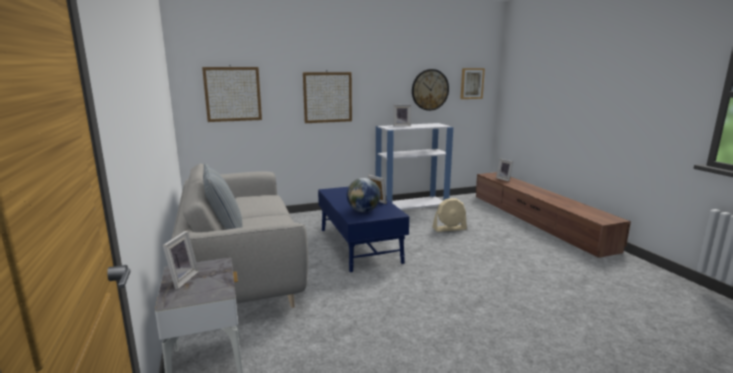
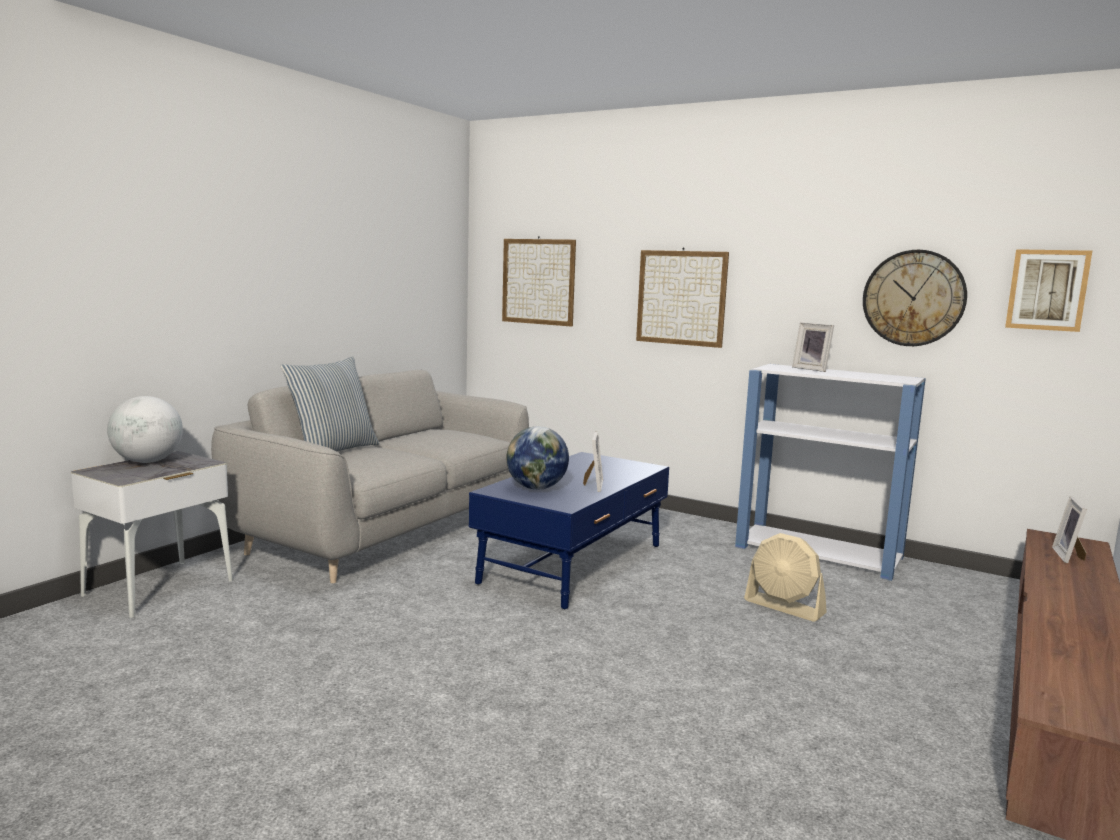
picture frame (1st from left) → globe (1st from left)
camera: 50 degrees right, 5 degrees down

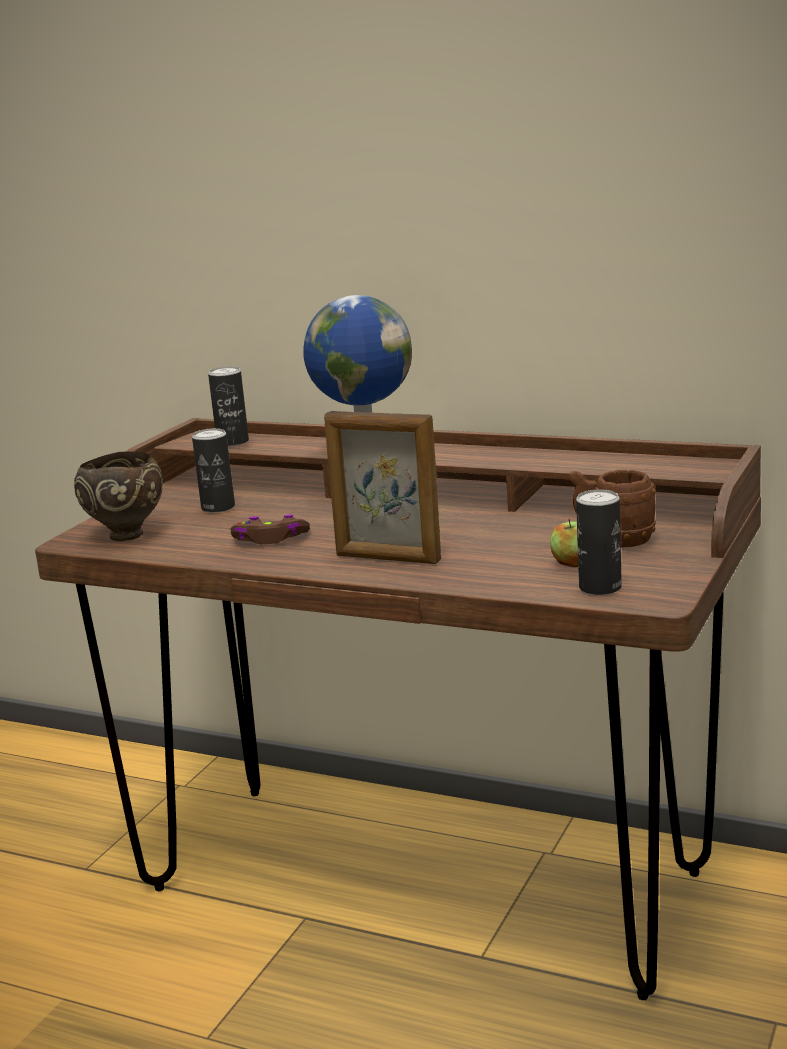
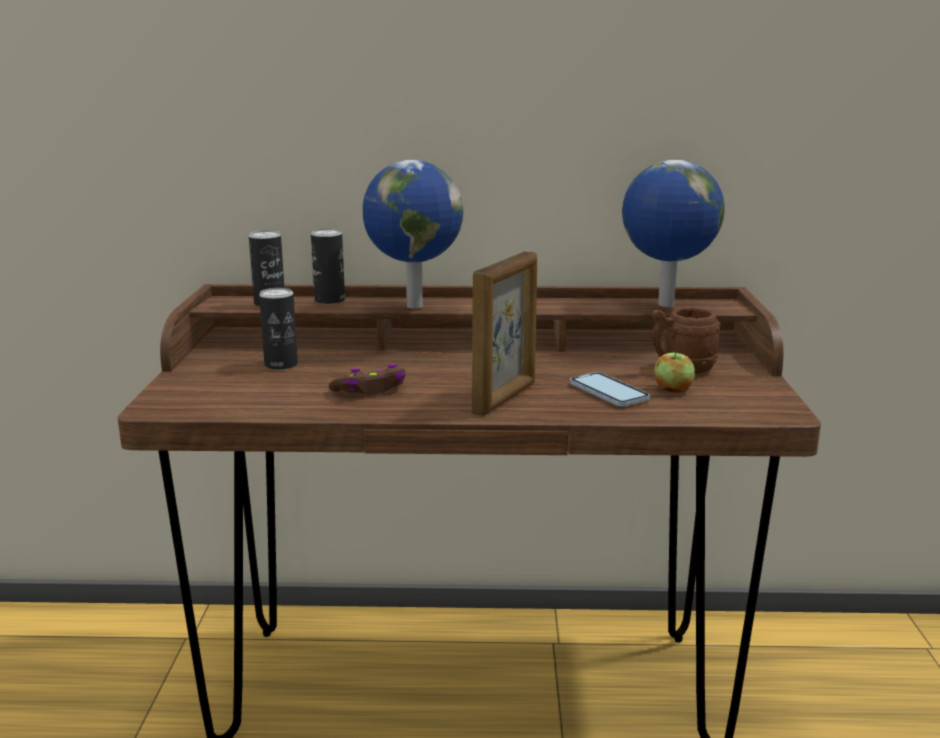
bowl (brown) → -
picture frame, 60 degrees counterclockwise
can (3rd from left), move
- → phone
- → globe (2nd from left)
camera: 25 degrees left, 0 degrees up

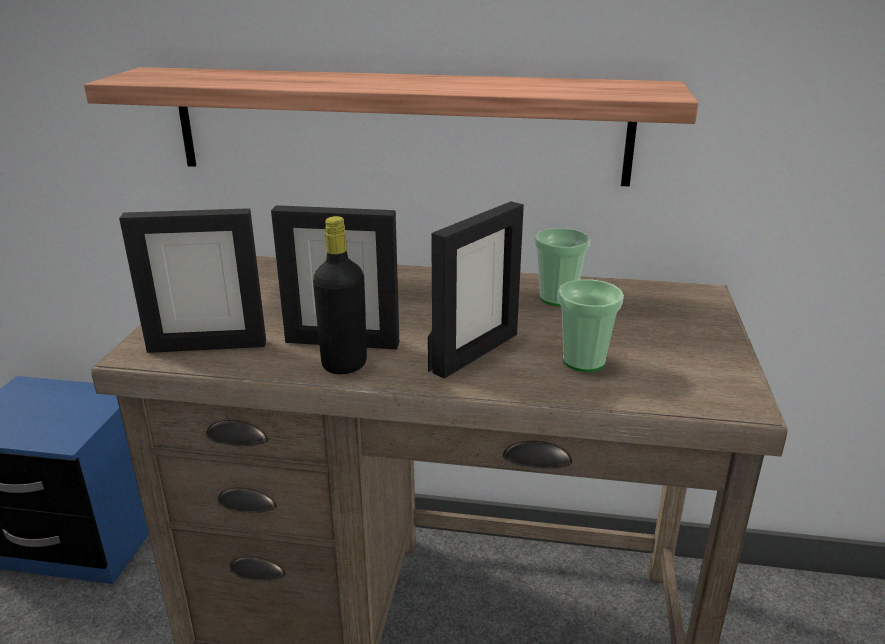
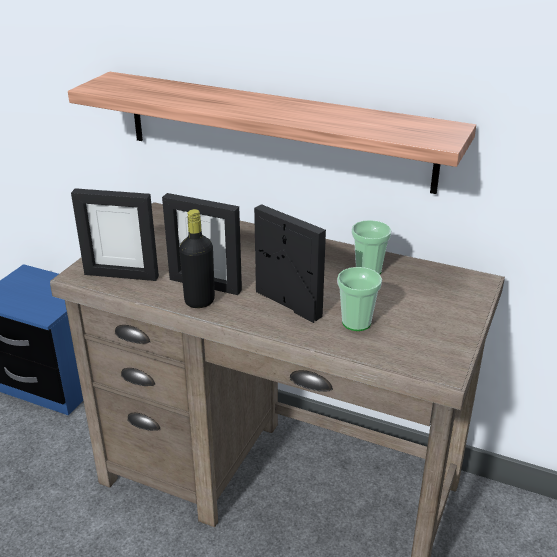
picture frame (3rd from left), 105 degrees counterclockwise
camera: 15 degrees right, 5 degrees up

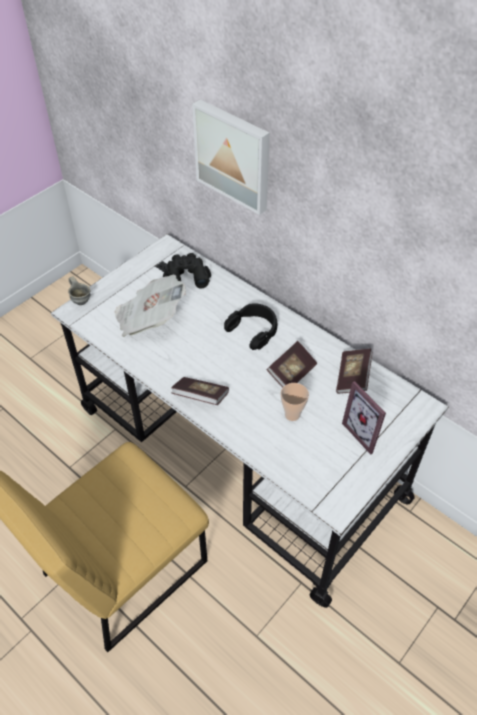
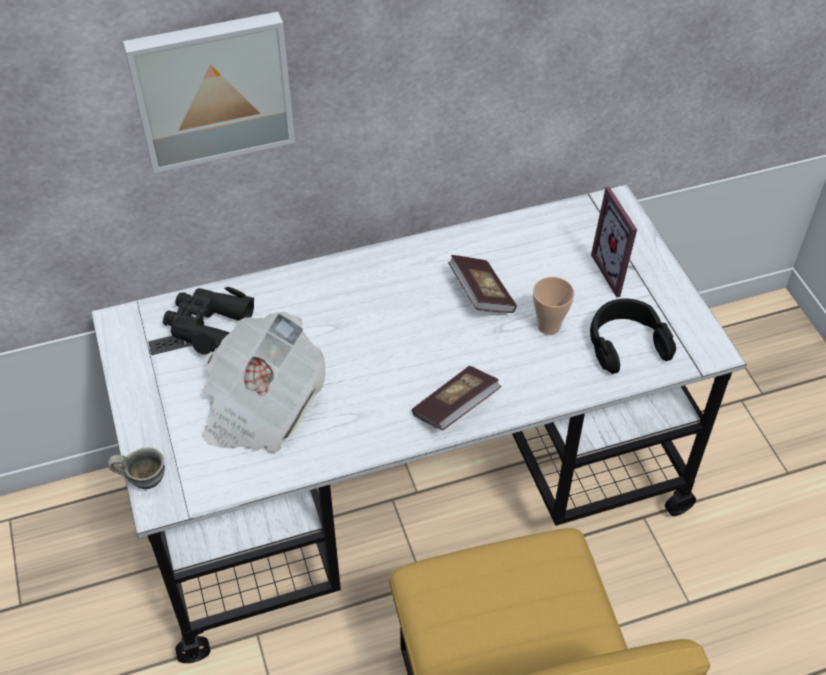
headphones (black), move
book (3rd from left) → -
picture frame, 75 degrees clockwise
camera: 60 degrees left, 0 degrees up

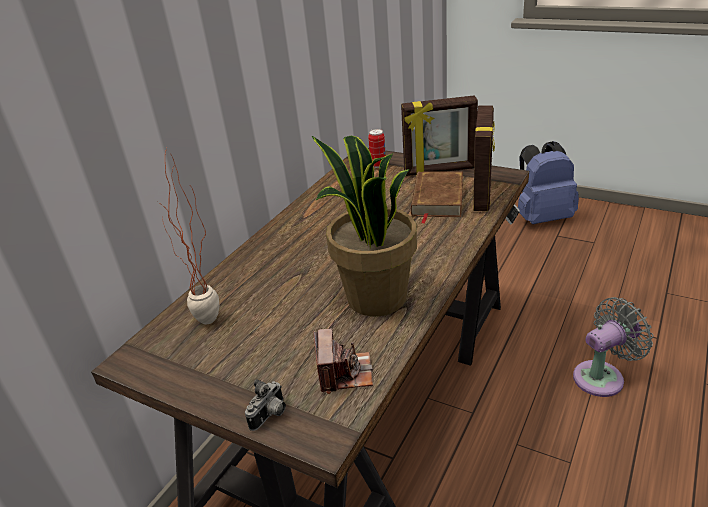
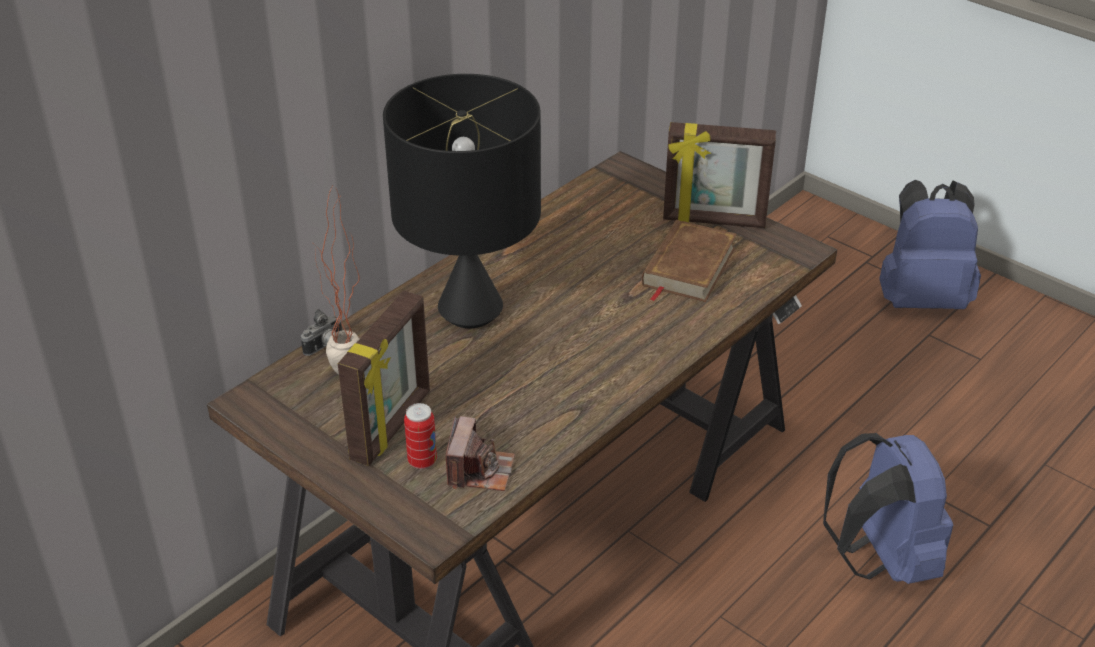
photo camera (1st from left), move
potted plant (2nd from left) → -
can, move
picture frame (2nd from left in the first image) → picture frame (1st from left), move
fan (grey) → backpack (blue) (1st from left)
- → table lamp (black)
camera: 10 degrees right, 5 degrees up

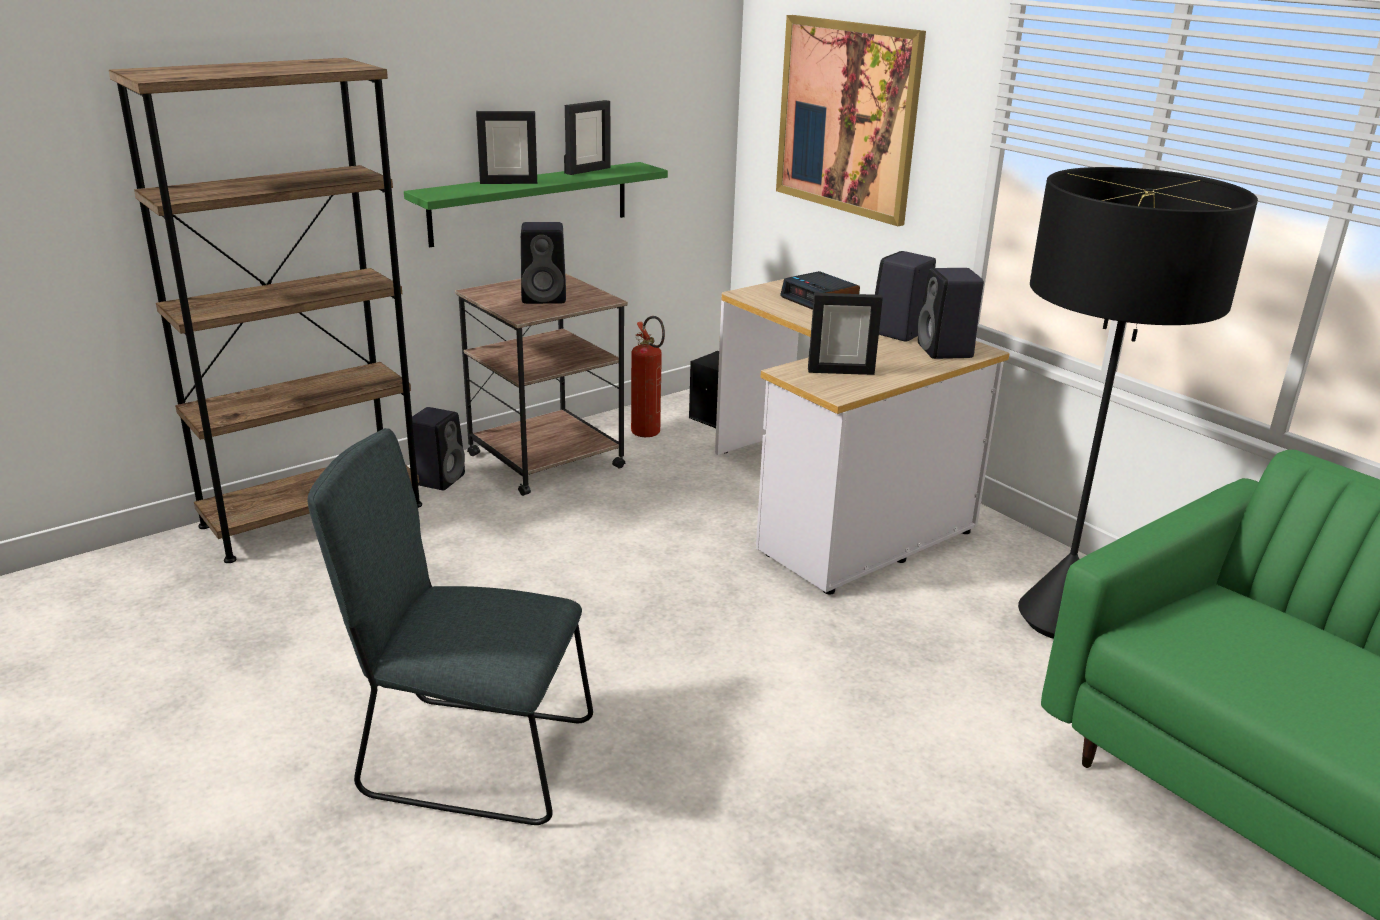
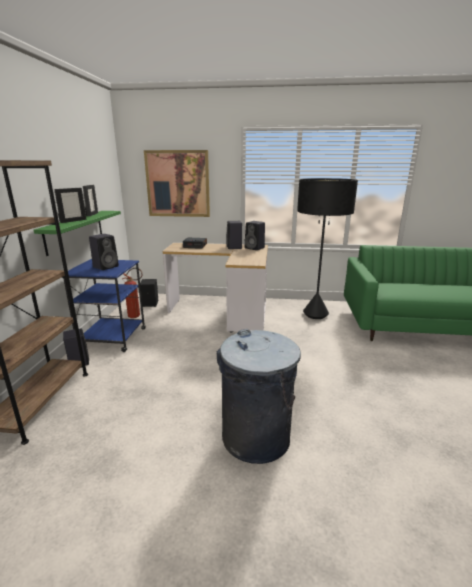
chair (grey) → trash can (grey)
cart (brown) → cart (blue)
picture frame (3rd from left) → -
camera: 45 degrees left, 5 degrees down

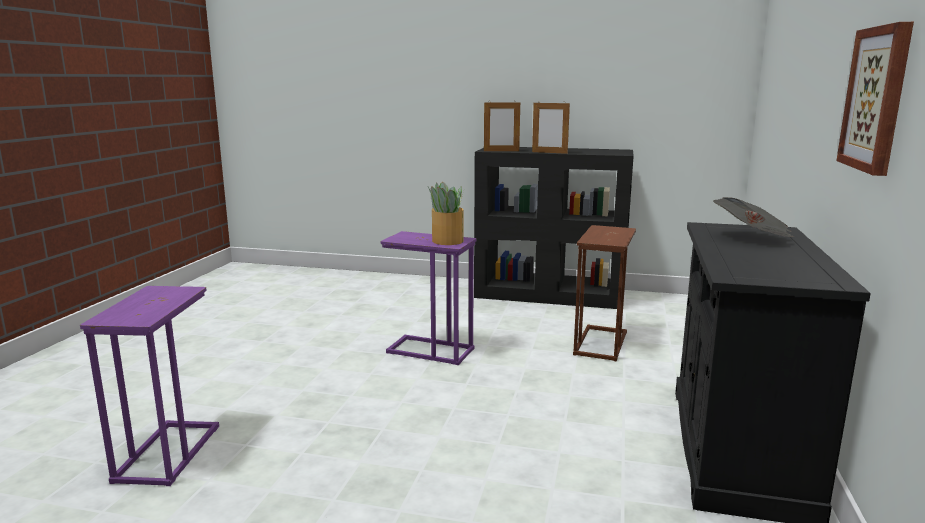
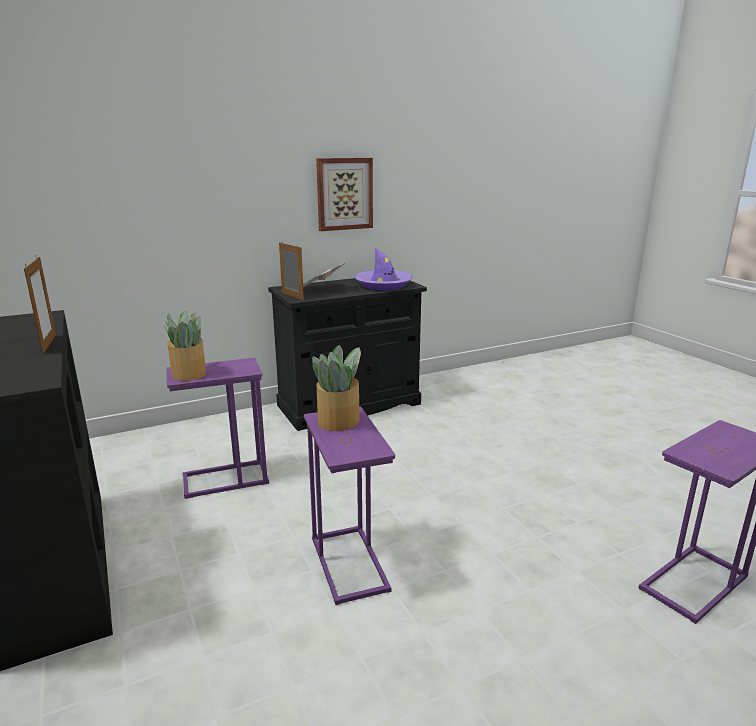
picture frame (1st from left in the first image) → picture frame (2nd from left), move
side table (brown) → side table (purple) (1st from left)
- → potted plant (1st from left)
- → hat (purple)
camera: 130 degrees left, 5 degrees up

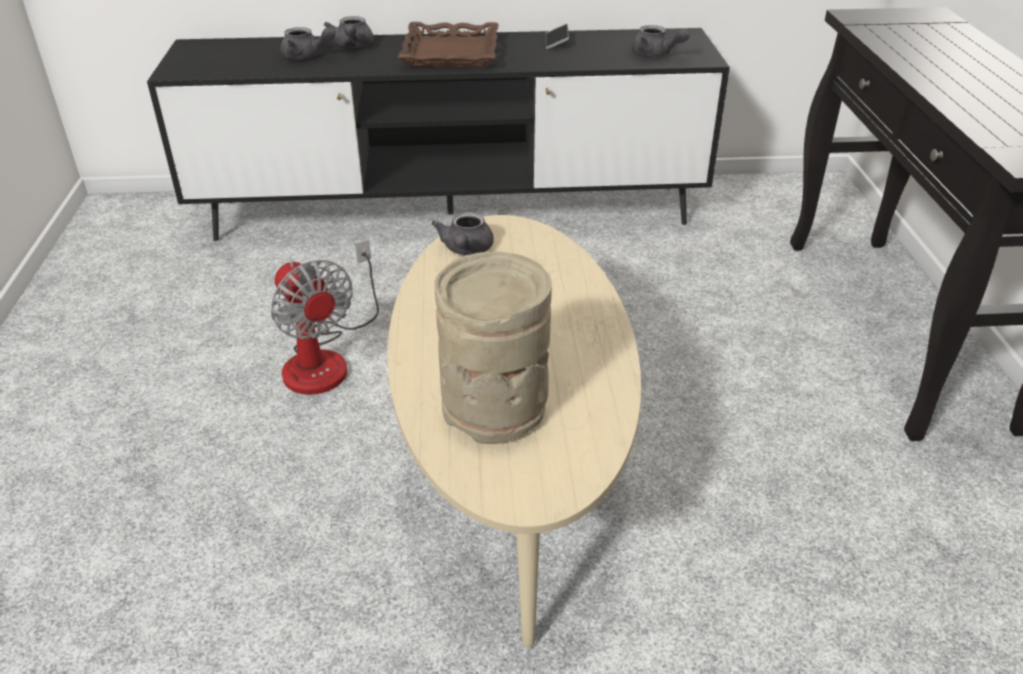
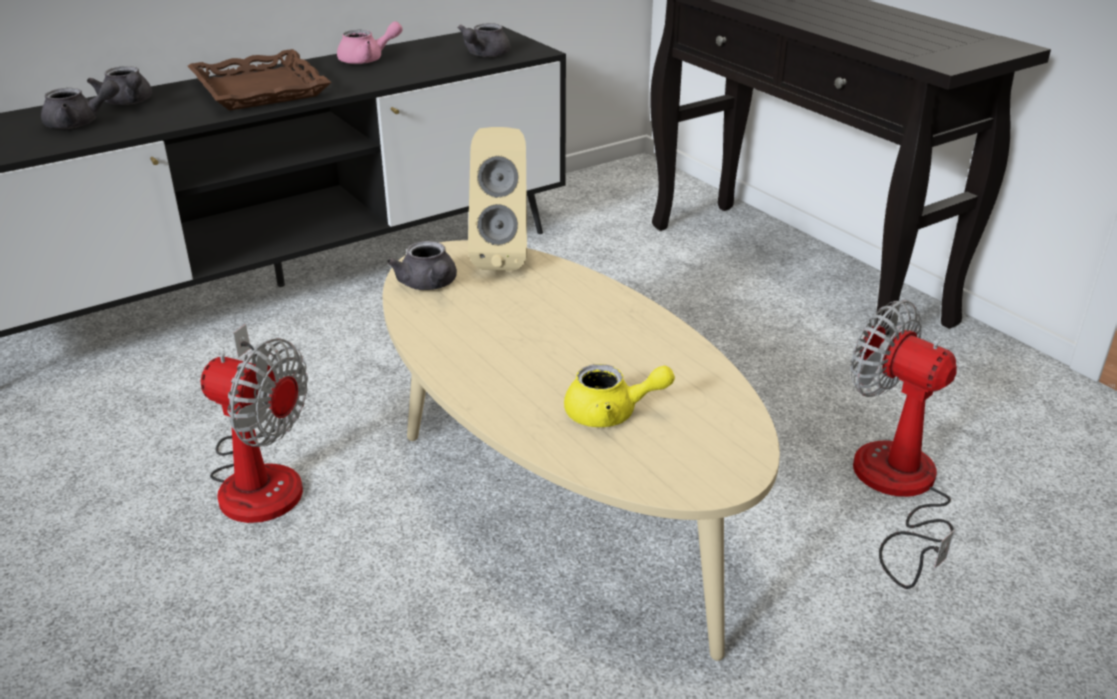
vase (beige) → teapot (yellow)
phone → teapot (pink)
teapot (grey) (4th from left), 105 degrees clockwise
- → speaker (beige)
- → fan (2nd from left)
camera: 30 degrees left, 5 degrees down

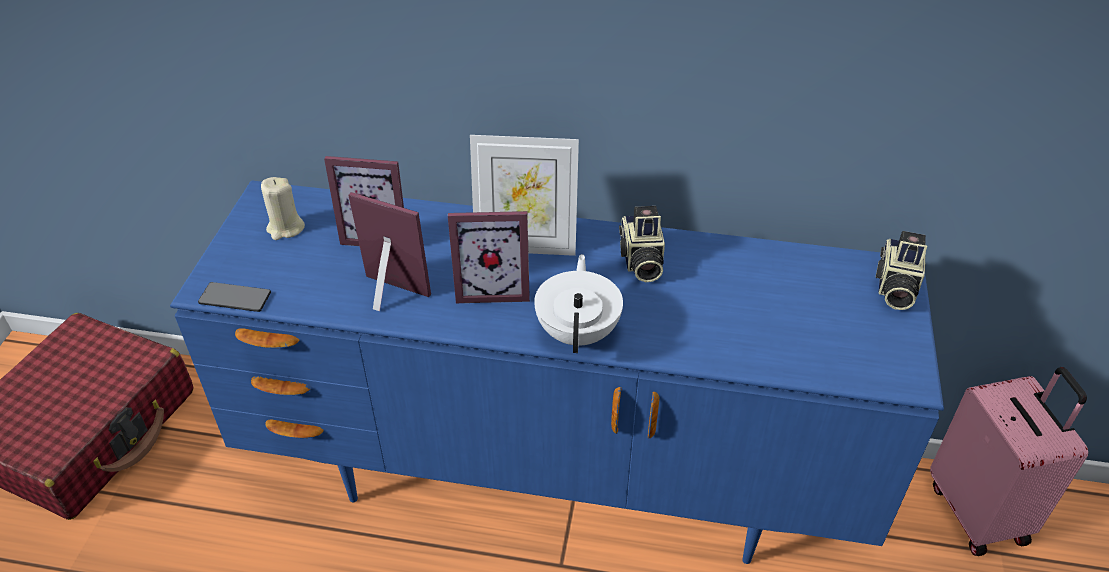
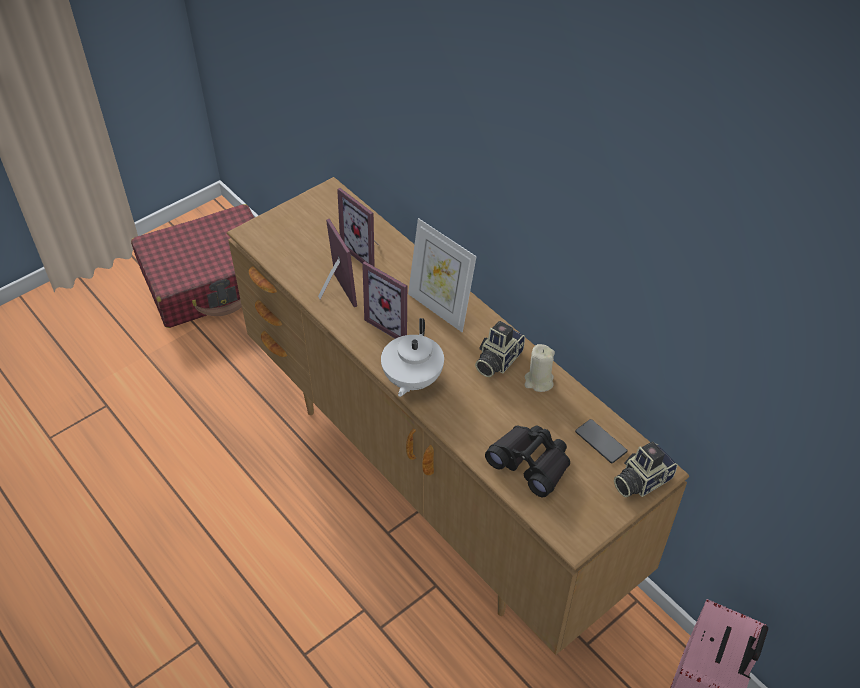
dresser (blue) → dresser (brown)
phone, move
candle (beige), move
teapot (white), 150 degrees clockwise
- → binoculars (black)
camera: 40 degrees right, 5 degrees up

